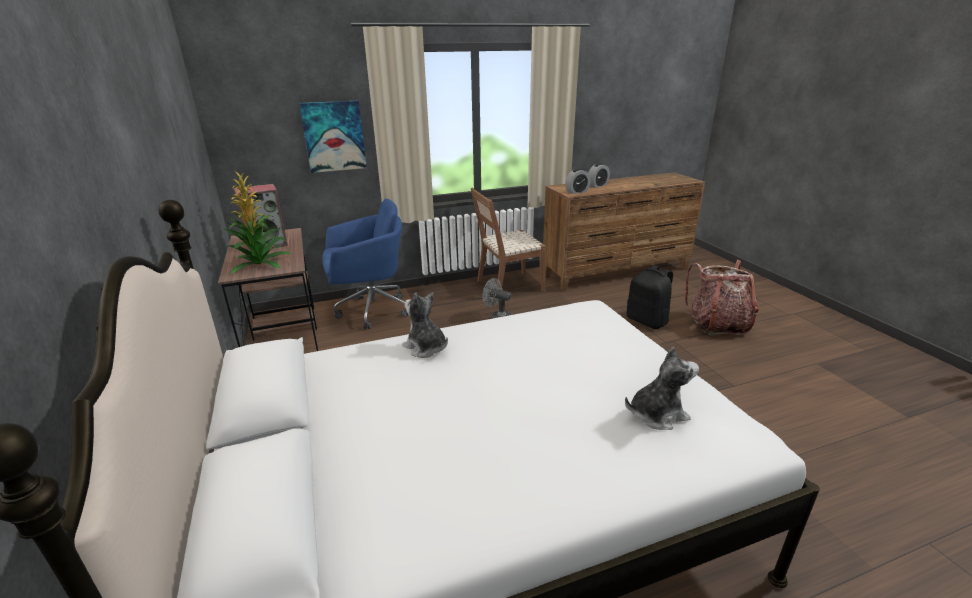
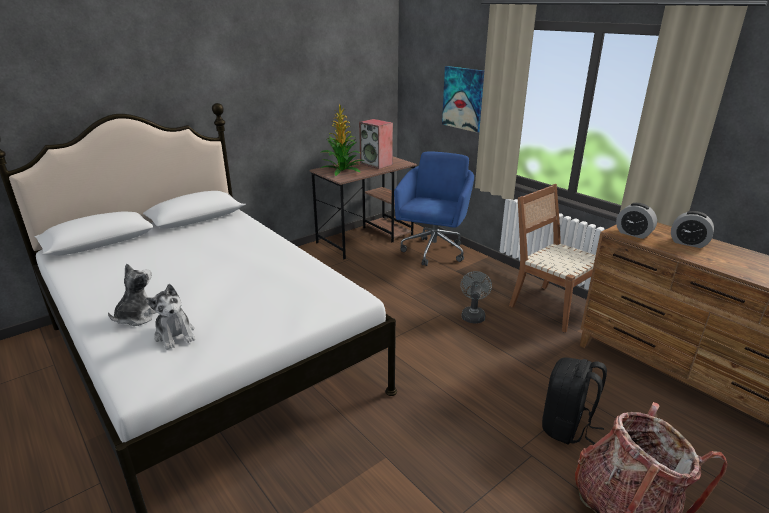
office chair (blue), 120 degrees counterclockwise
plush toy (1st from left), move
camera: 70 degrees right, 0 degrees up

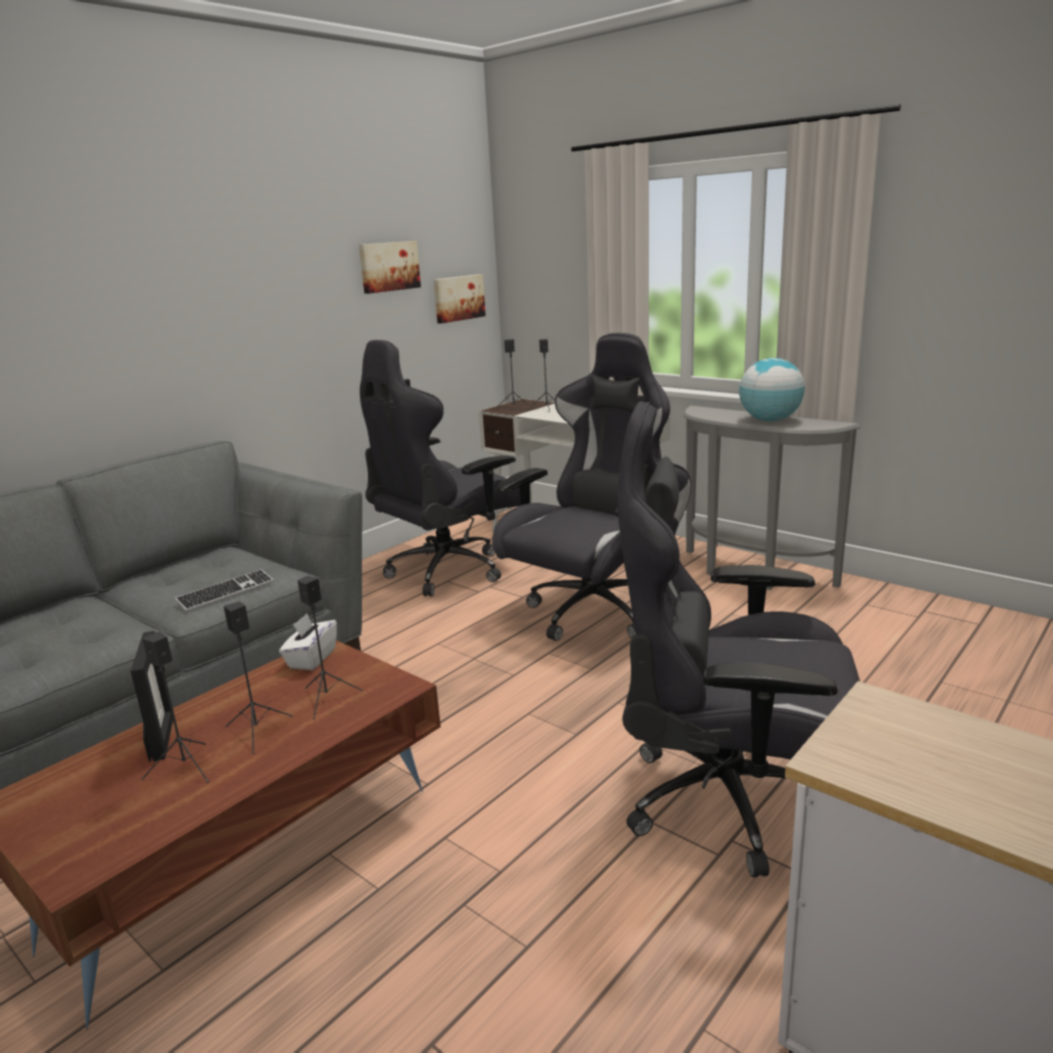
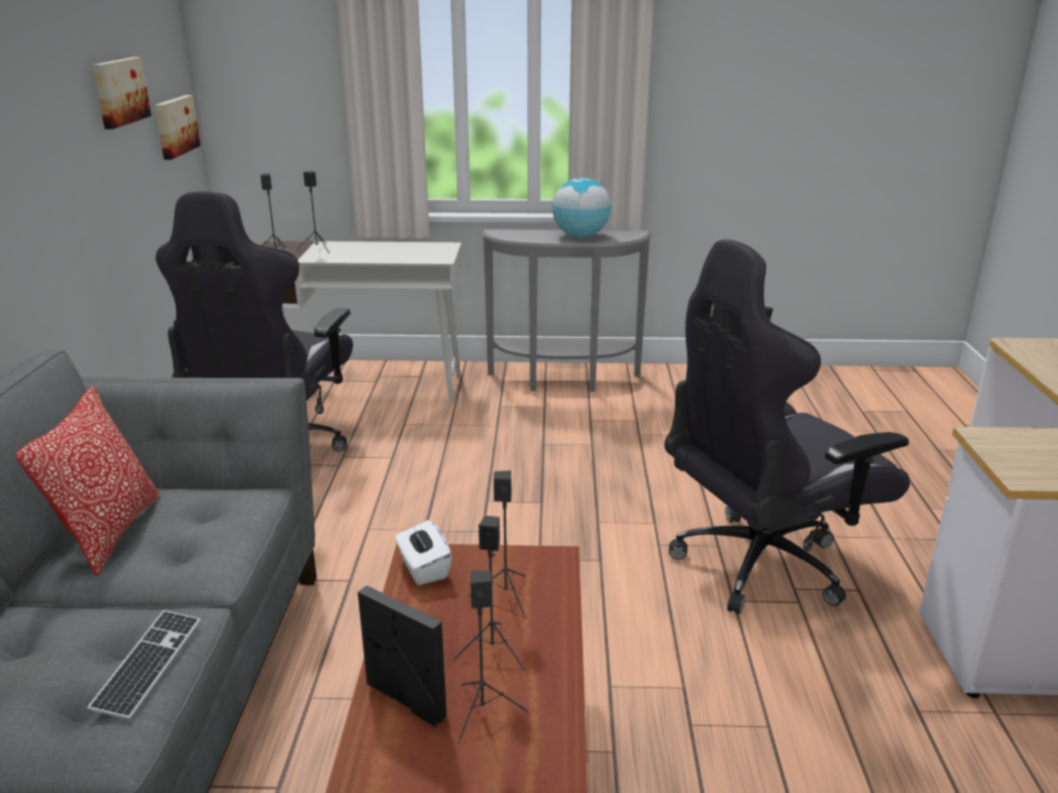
keyboard, move
office chair (black) (2nd from left) → -
- → pillow
camera: 40 degrees left, 5 degrees up

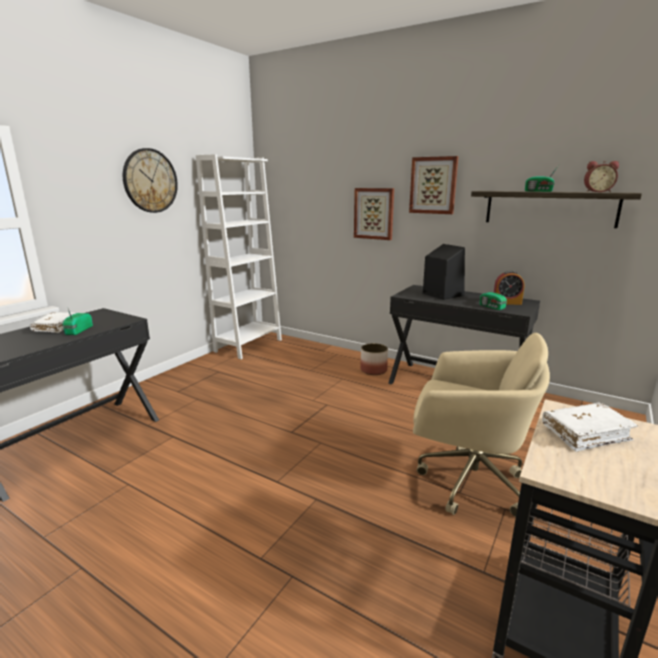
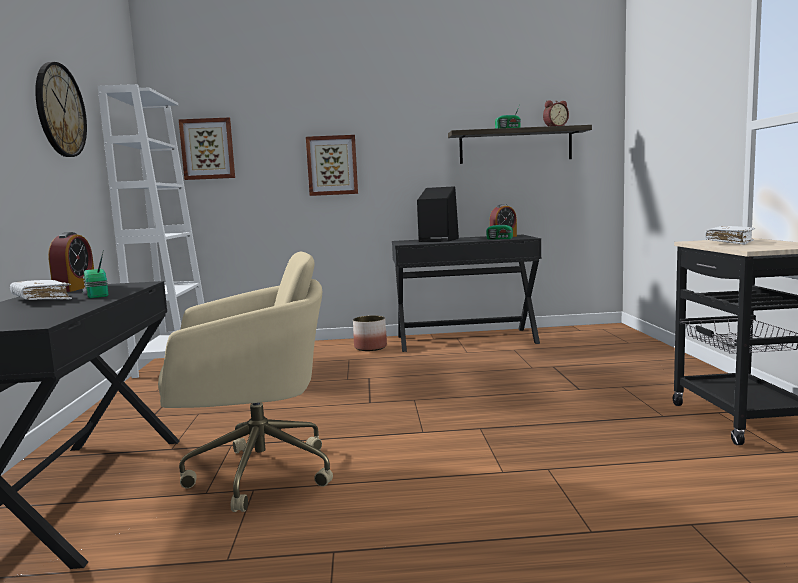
picture (2nd from left in the first image) → picture (1st from left), move
office chair (beige), move
- → alarm clock (1st from left)
camera: 35 degrees left, 10 degrees down

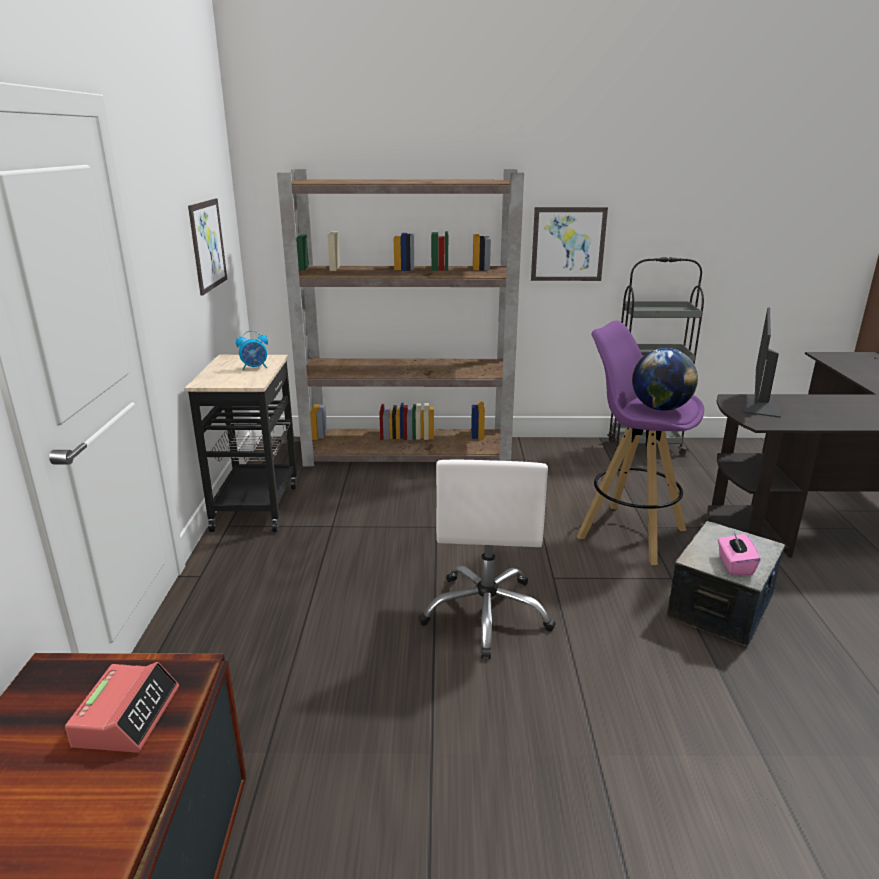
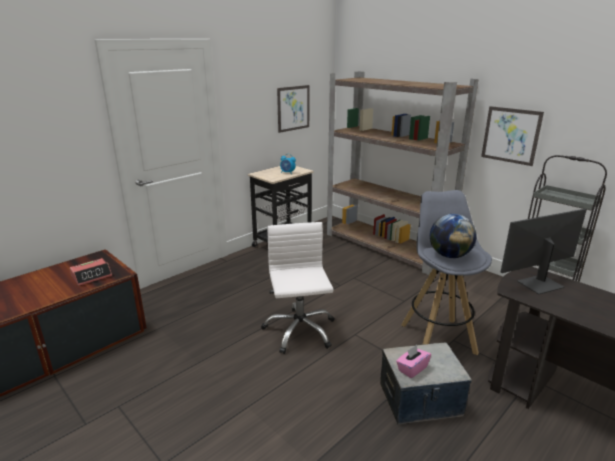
office chair (white), 120 degrees clockwise
stool (purple) → stool (grey)
camera: 45 degrees right, 0 degrees up

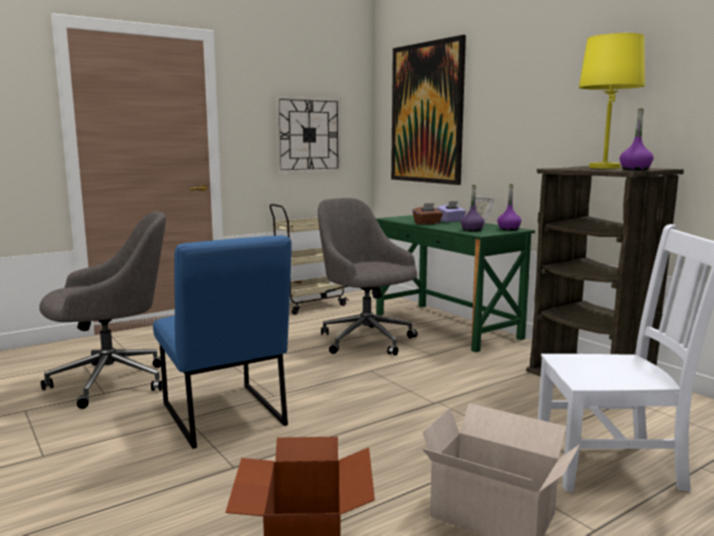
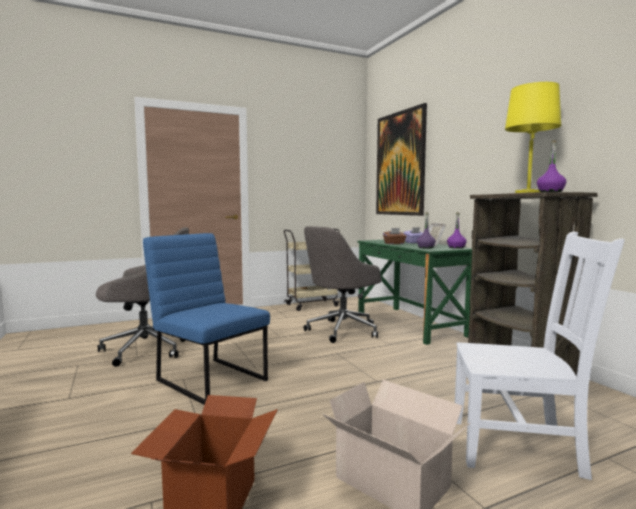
chair (blue), 150 degrees clockwise
wall clock → -
office chair (grey) (2nd from left), 105 degrees counterclockwise
camera: 10 degrees right, 5 degrees down

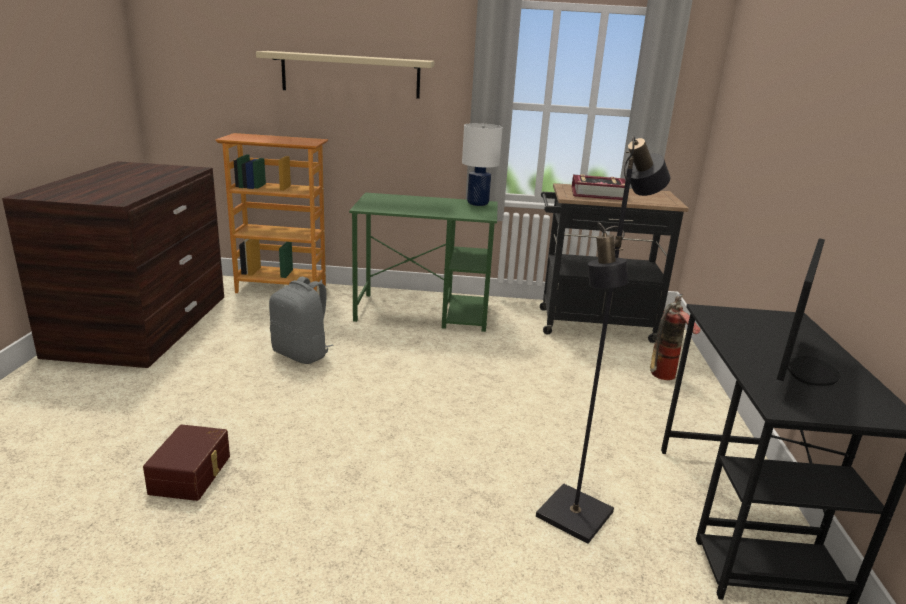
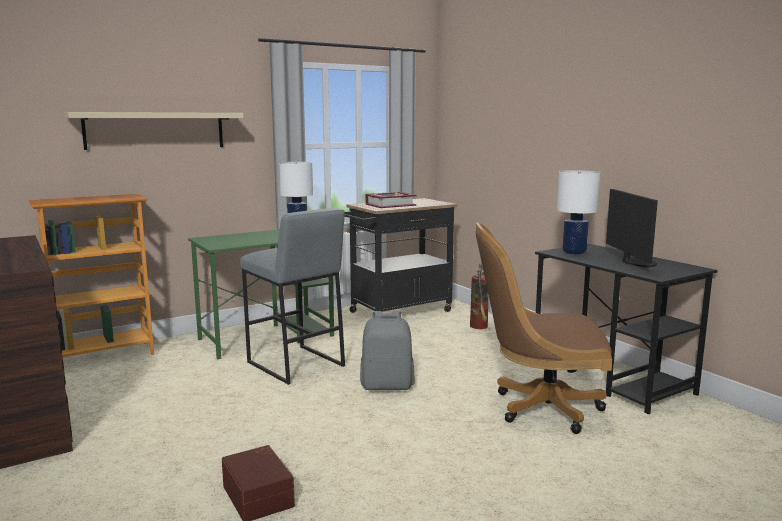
backpack (grey), move
floor lamp (black) → office chair (brown)
- → stool (grey)
- → table lamp (white) (2nd from left)
camera: 35 degrees left, 10 degrees down

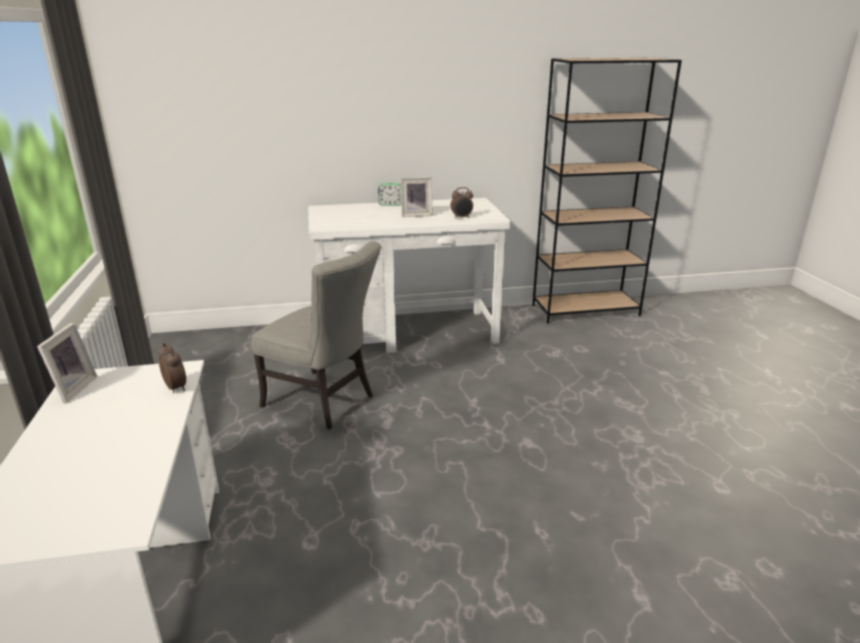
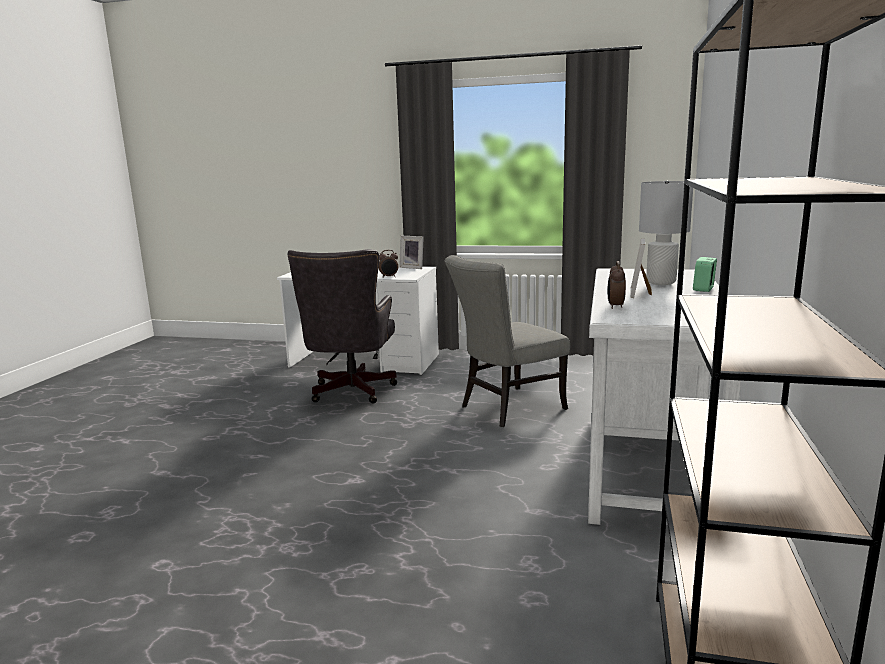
- → office chair (grey)
- → table lamp (grey)
camera: 115 degrees right, 10 degrees down

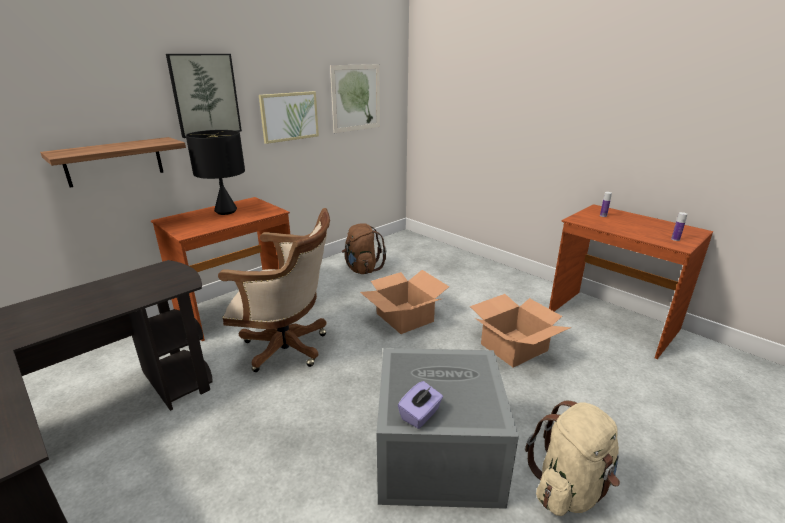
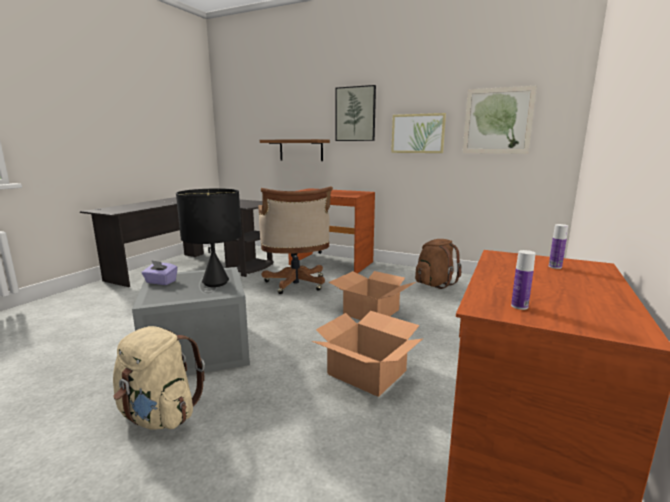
table lamp (black), move
camera: 70 degrees right, 10 degrees down

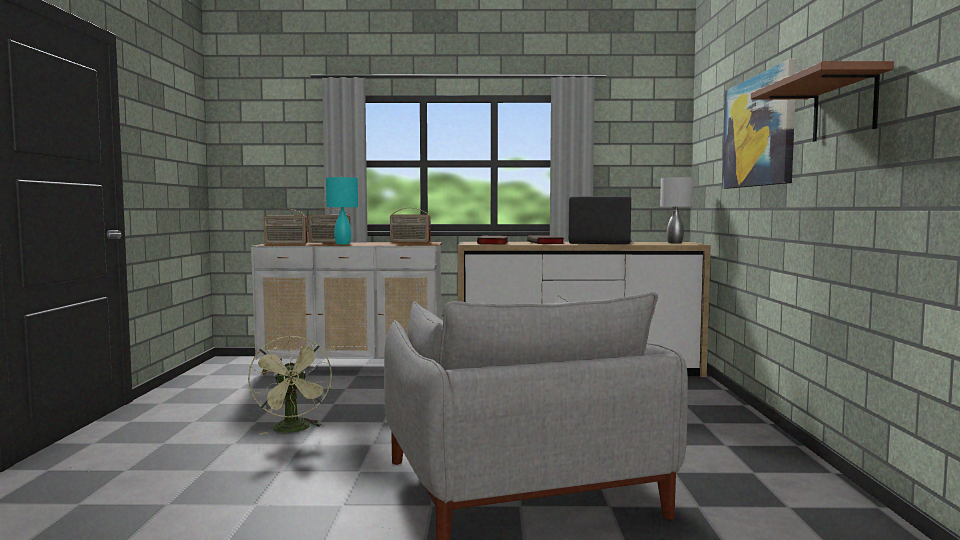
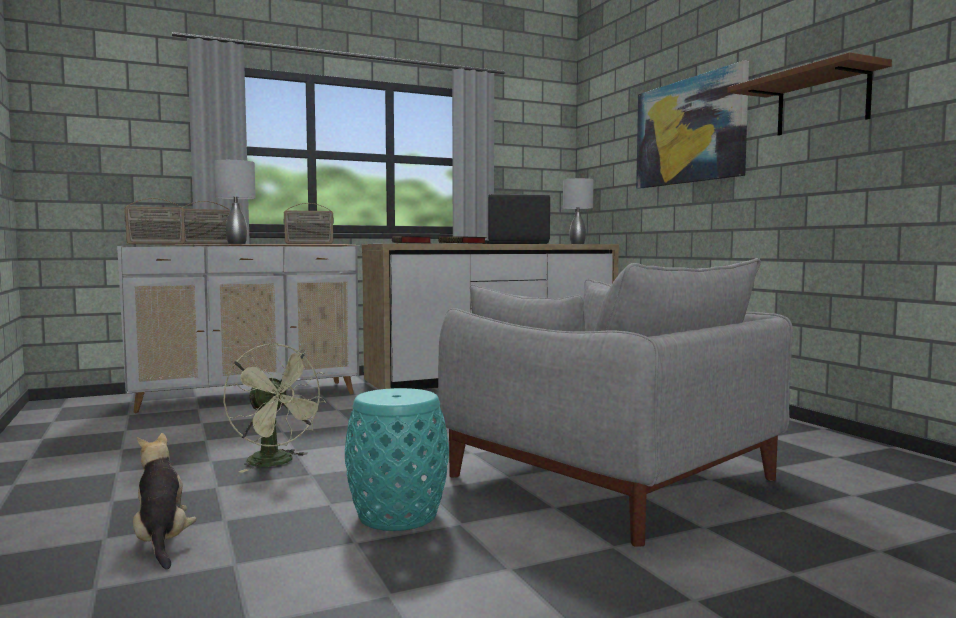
table lamp (turquoise) → table lamp (grey) (1st from left)
- → plush toy
- → stool (turquoise)
camera: 25 degrees left, 0 degrees up

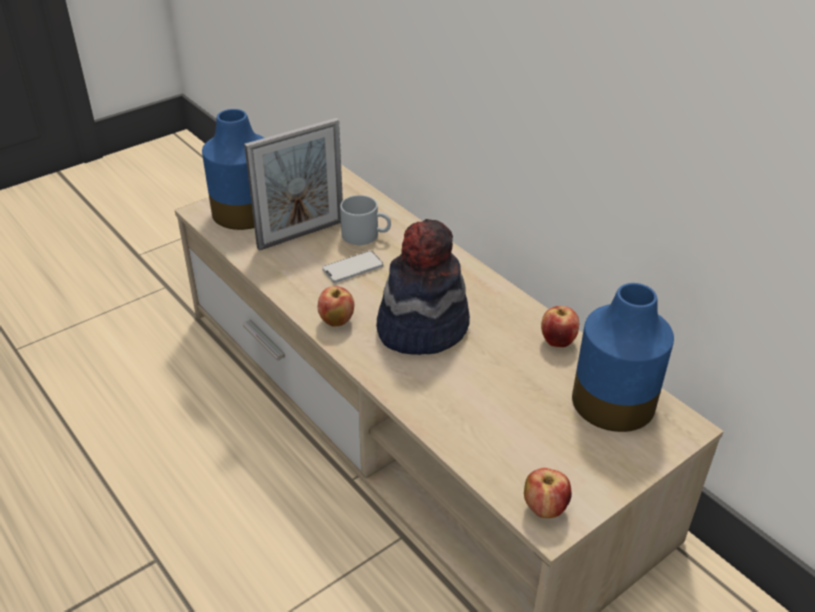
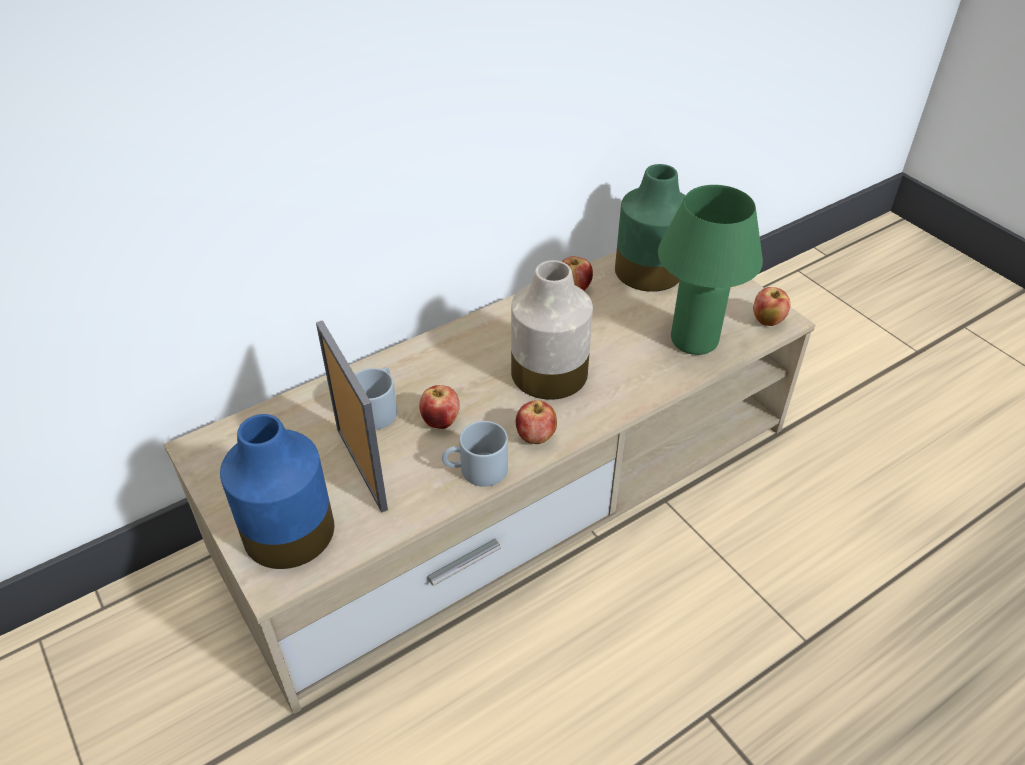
phone → apple (1st from left)
hat → vase (beige)
vase (blue) (2nd from left) → vase (green)
- → mug (grey) (2nd from left)
- → table lamp (green)
camera: 85 degrees left, 5 degrees up

